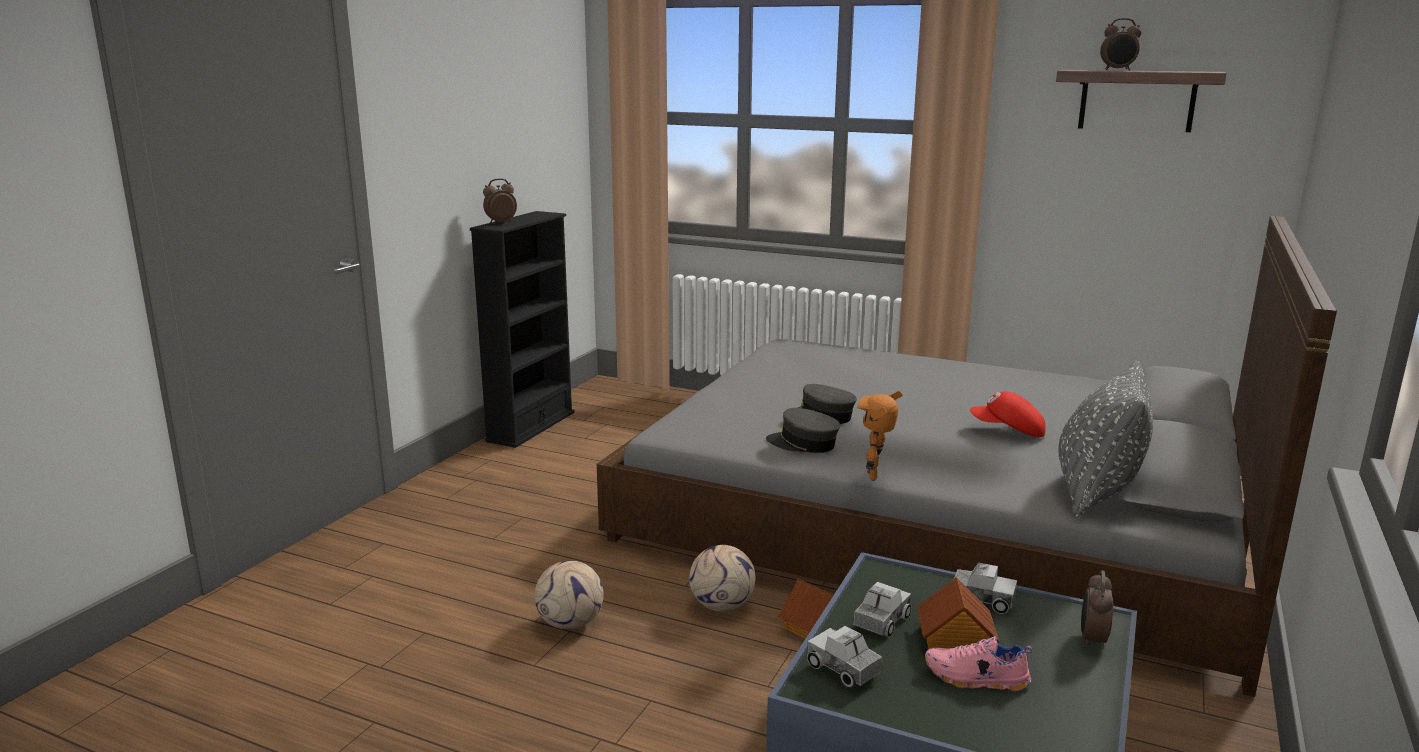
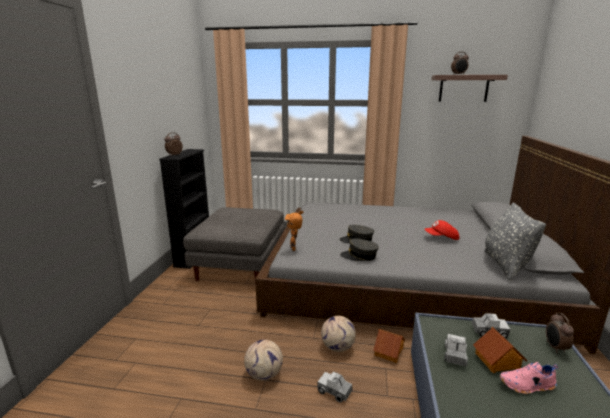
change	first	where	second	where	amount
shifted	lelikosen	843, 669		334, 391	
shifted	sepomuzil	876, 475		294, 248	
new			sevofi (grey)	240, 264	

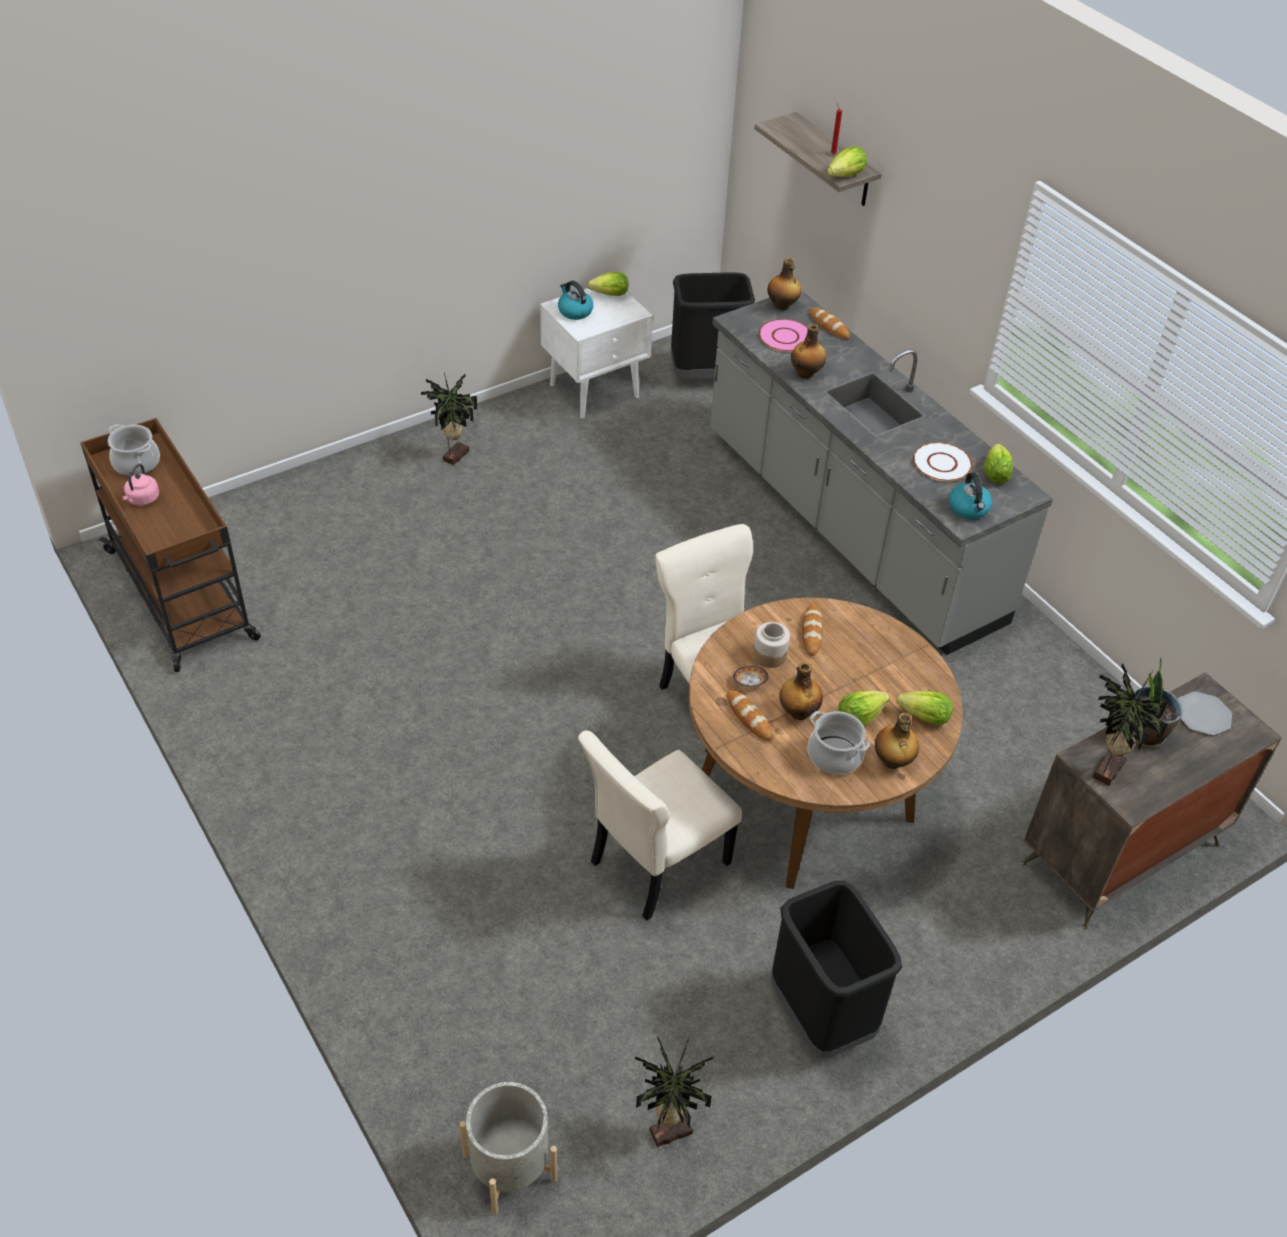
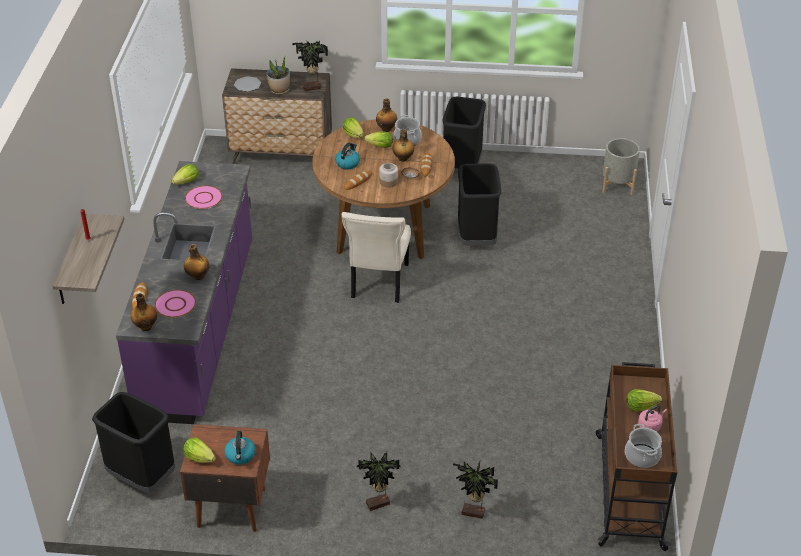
change	first	where	second	where	amount
repainted	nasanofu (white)	596, 390	nasanofu (brown)	230, 507	
swapped	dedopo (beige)	655, 865	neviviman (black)	477, 238	
shifted	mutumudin	668, 1130		473, 514	
repainted	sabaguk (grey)	849, 527	sabaguk (purple)	199, 328	
shifted	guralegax	846, 175		640, 406	
repainted	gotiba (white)	941, 463	gotiba (pink)	203, 198	
shifted	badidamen	969, 509		347, 163	

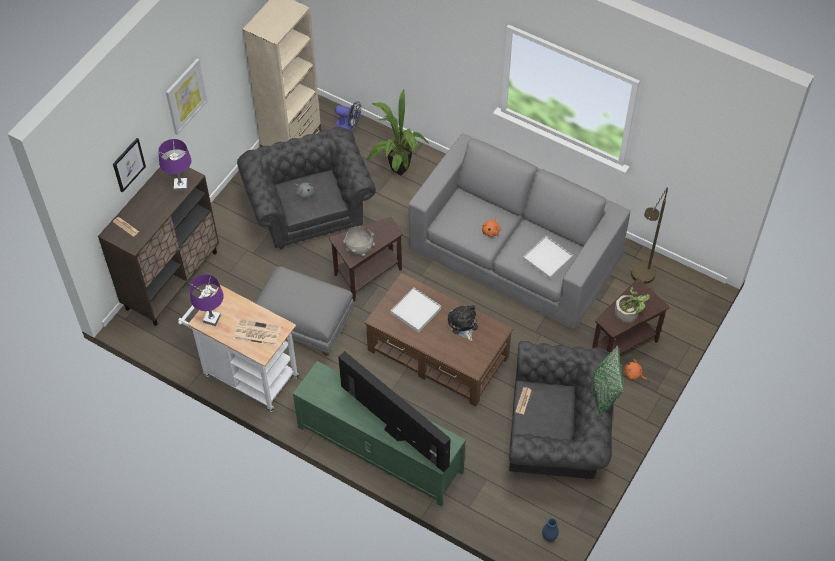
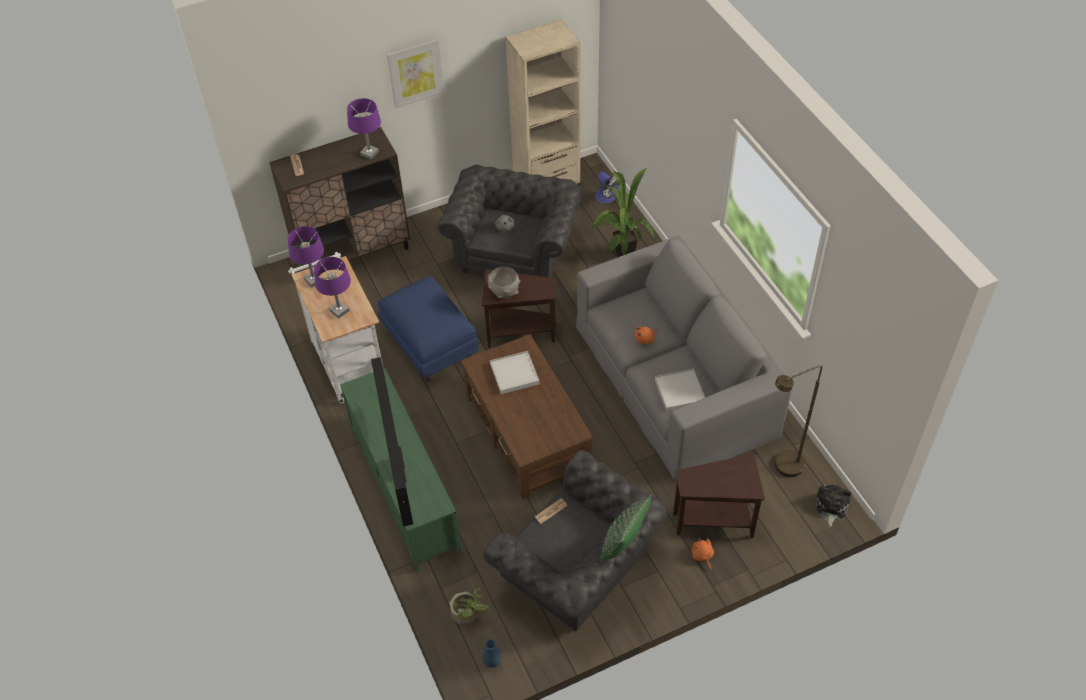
change	first	where	second	where	amount
gone	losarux	128, 164			
swapped	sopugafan	256, 333	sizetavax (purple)	339, 311	
repainted	sevofi (grey)	304, 324	sevofi (blue)	430, 345	
shifted	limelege	463, 325		831, 506	
shifted	mutumudin	629, 312		468, 614	

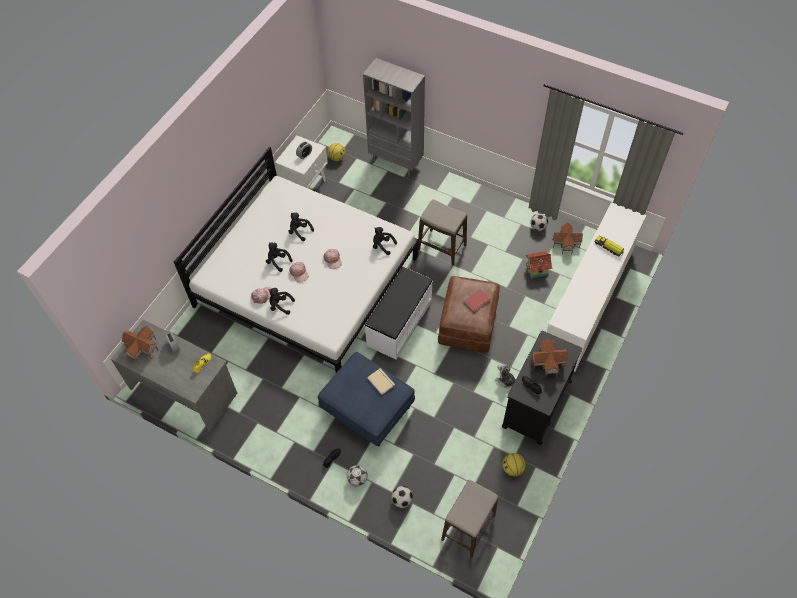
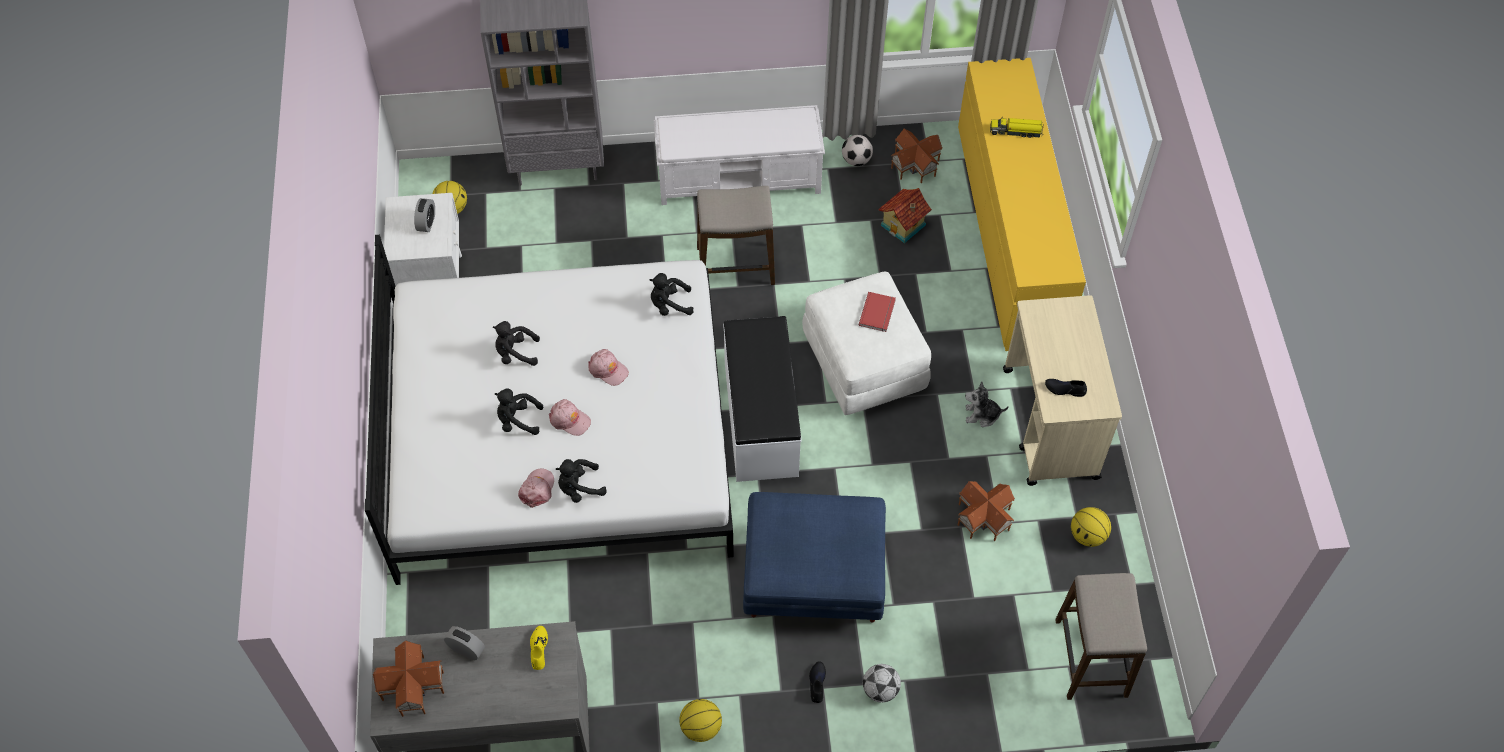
change	first	where	second	where	amount
gone	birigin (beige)	381, 381			
gone	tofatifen	402, 500			
repainted	sevofi (brown)	468, 324	sevofi (white)	865, 362	
repainted	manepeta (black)	536, 404	manepeta (beige)	1050, 424	
shifted	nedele	547, 363		983, 518	
repainted	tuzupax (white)	588, 302	tuzupax (yellow)	1010, 234	
new			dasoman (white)	740, 178	
new			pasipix	700, 728	

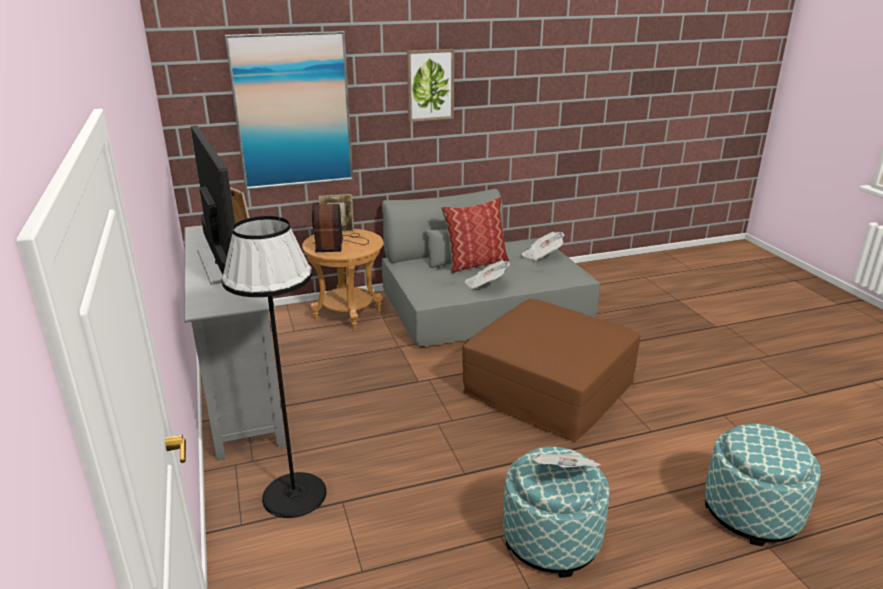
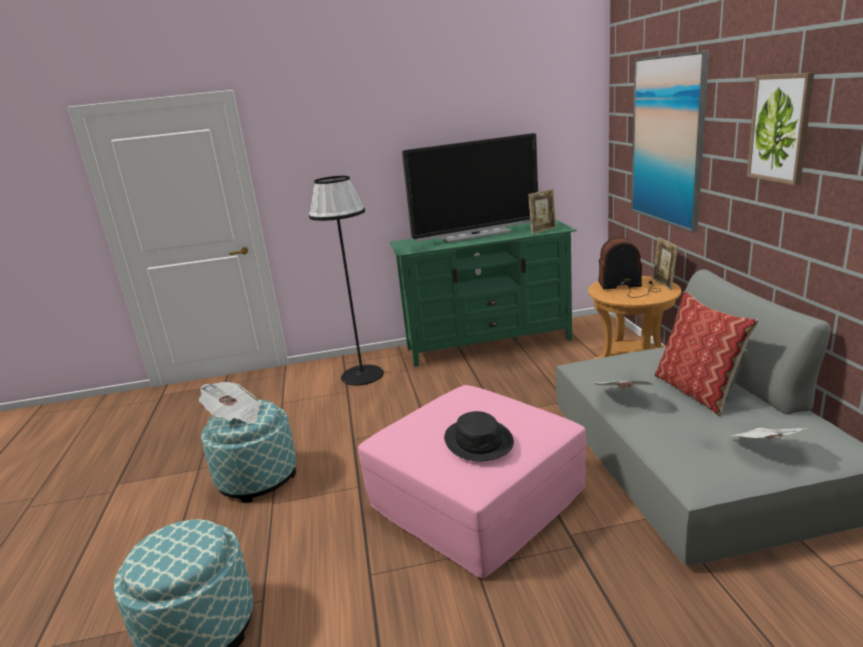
change	first	where	second	where	amount
repainted	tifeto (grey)	242, 391	tifeto (green)	488, 343	
repainted	sevofi (brown)	547, 388	sevofi (pink)	476, 497	
new			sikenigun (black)	479, 441	

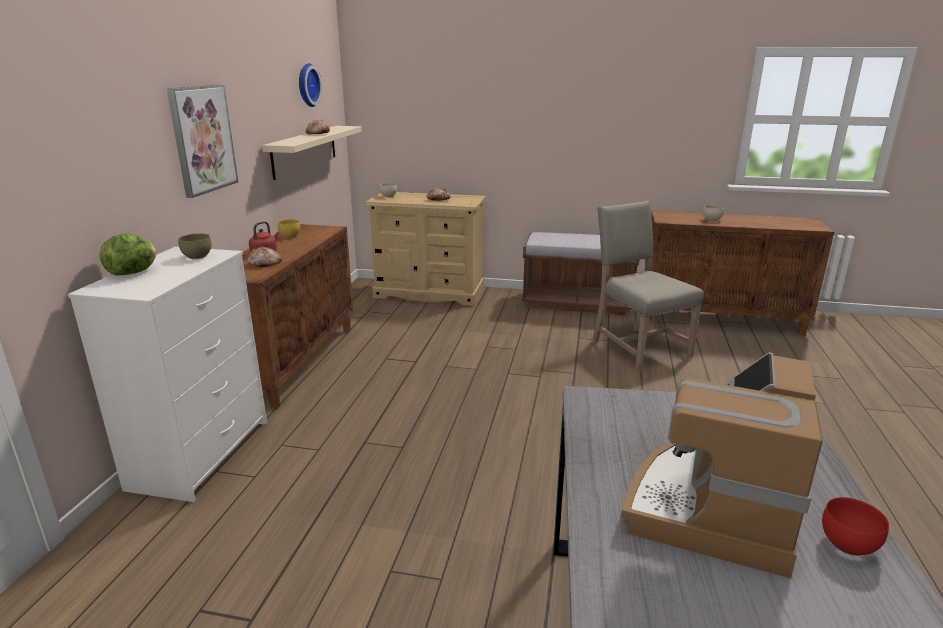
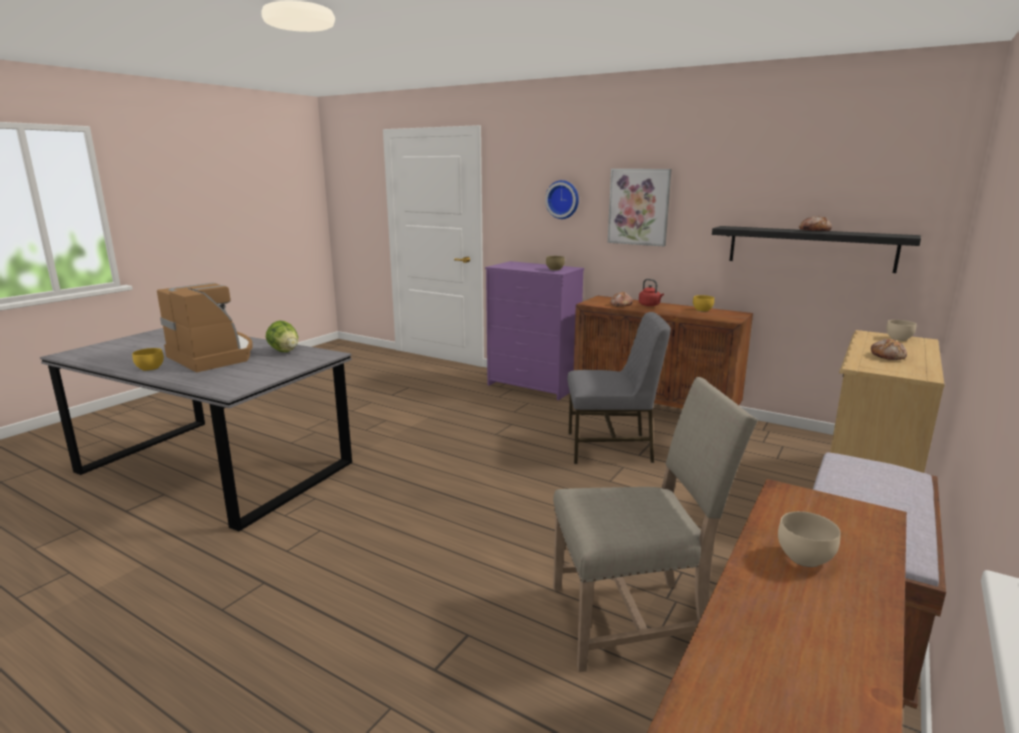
change	first	where	second	where	amount
repainted	tuzupax (white)	201, 453	tuzupax (purple)	534, 386	
shifted	guralegax	133, 273		284, 351	
repainted	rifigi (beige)	305, 151	rifigi (black)	810, 248	
shifted	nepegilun	306, 85		563, 199	
repainted	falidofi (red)	850, 546	falidofi (yellow)	149, 368	
new			dedopo (grey)	611, 448	

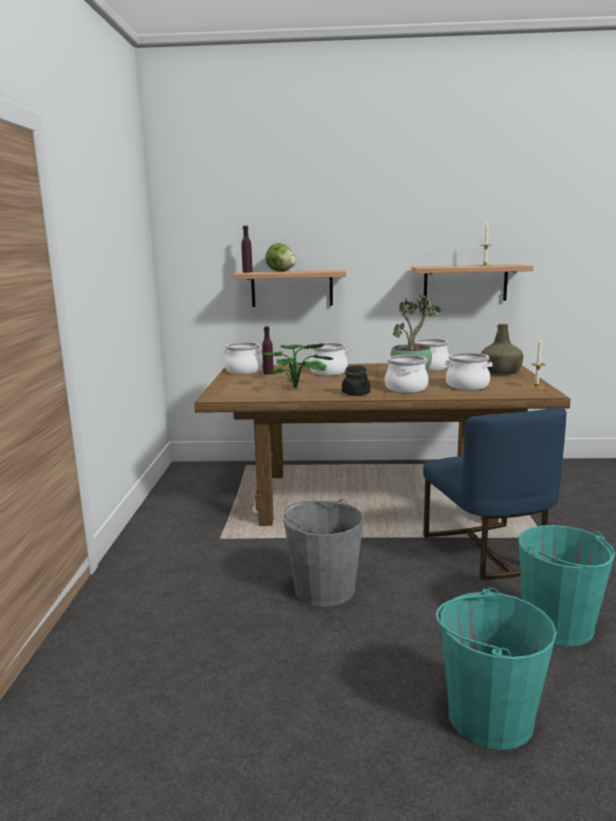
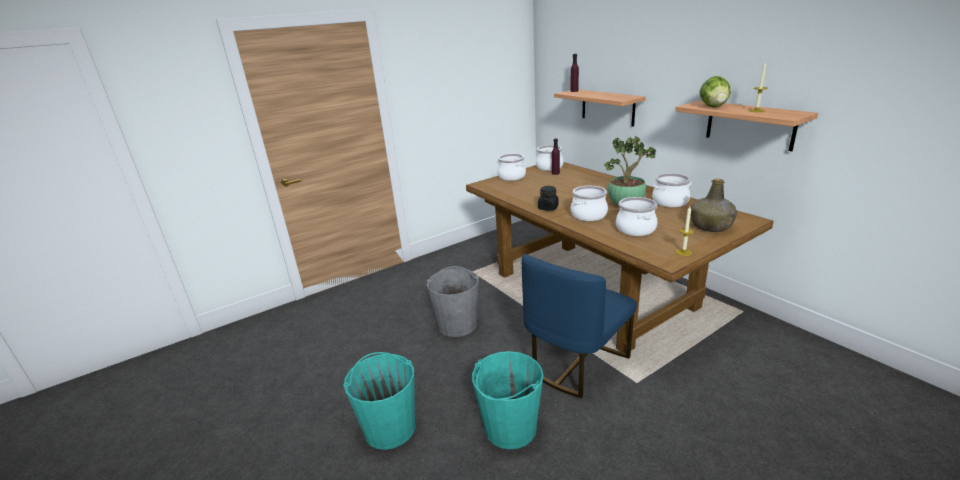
change	first	where	second	where	amount
gone	mutumudin	299, 387			
shifted	guralegax	281, 271		713, 107	
shifted	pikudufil	328, 372		512, 176	

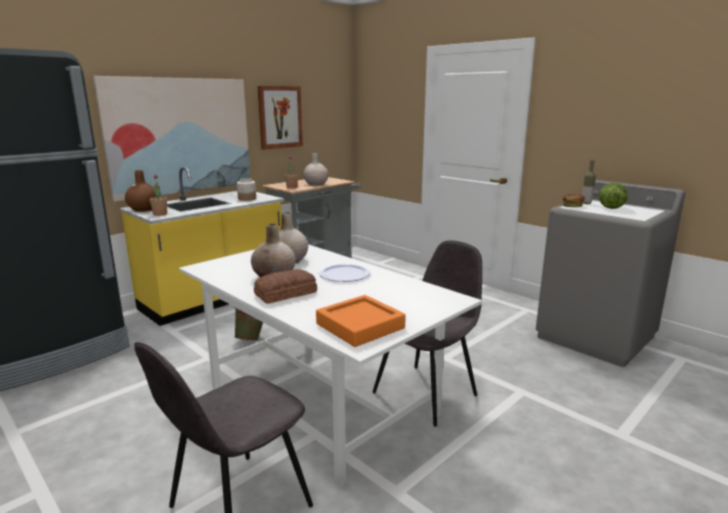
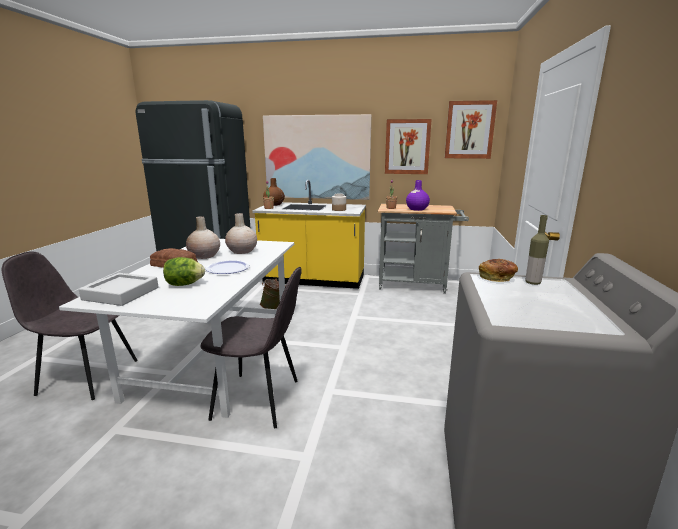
change	first	where	second	where	amount
repainted	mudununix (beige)	315, 184	mudununix (purple)	416, 209	
repainted	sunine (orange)	360, 326	sunine (grey)	121, 293	
shifted	guralegax	610, 208		184, 284	
new			losarux	469, 130	

